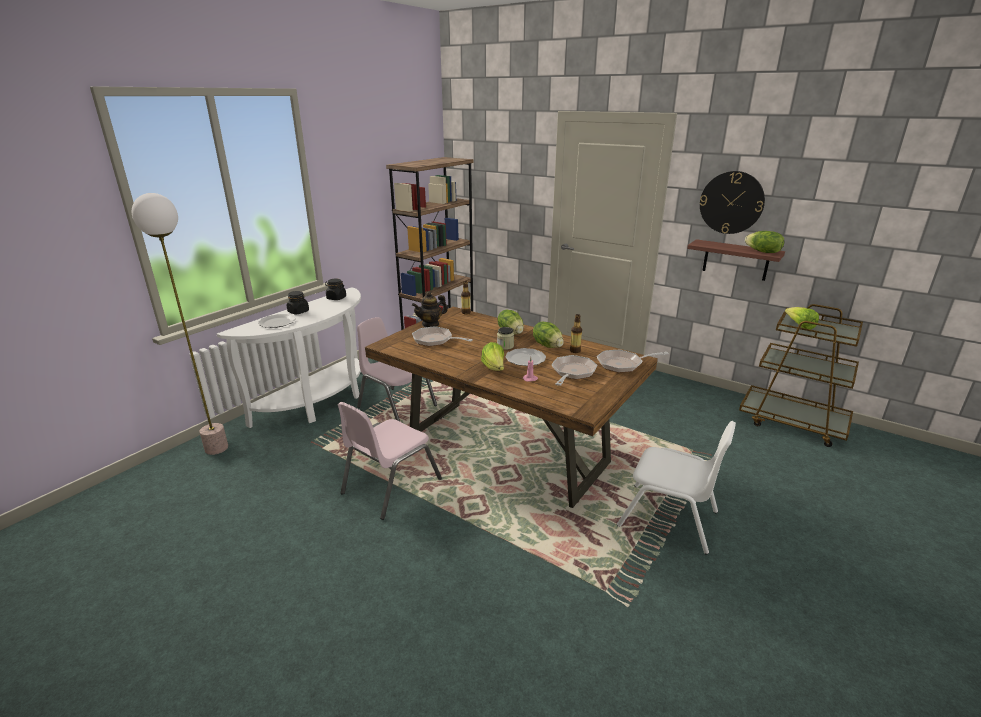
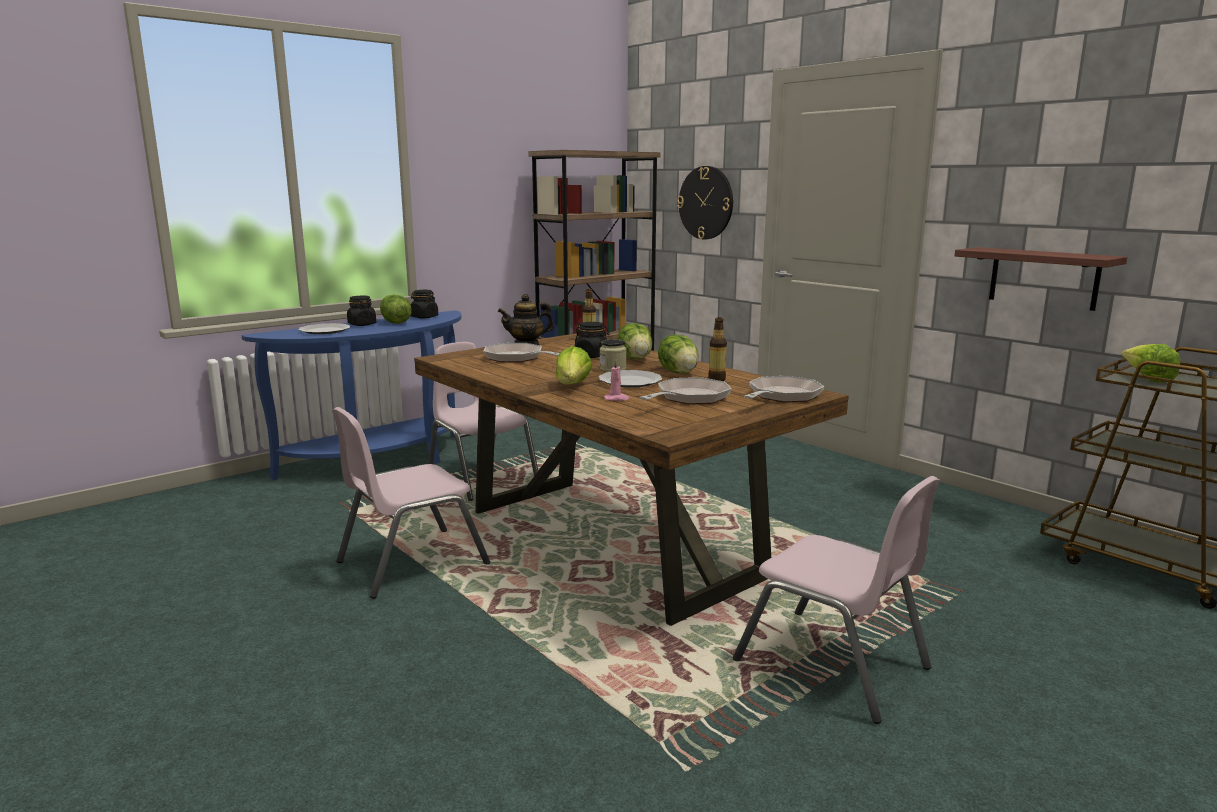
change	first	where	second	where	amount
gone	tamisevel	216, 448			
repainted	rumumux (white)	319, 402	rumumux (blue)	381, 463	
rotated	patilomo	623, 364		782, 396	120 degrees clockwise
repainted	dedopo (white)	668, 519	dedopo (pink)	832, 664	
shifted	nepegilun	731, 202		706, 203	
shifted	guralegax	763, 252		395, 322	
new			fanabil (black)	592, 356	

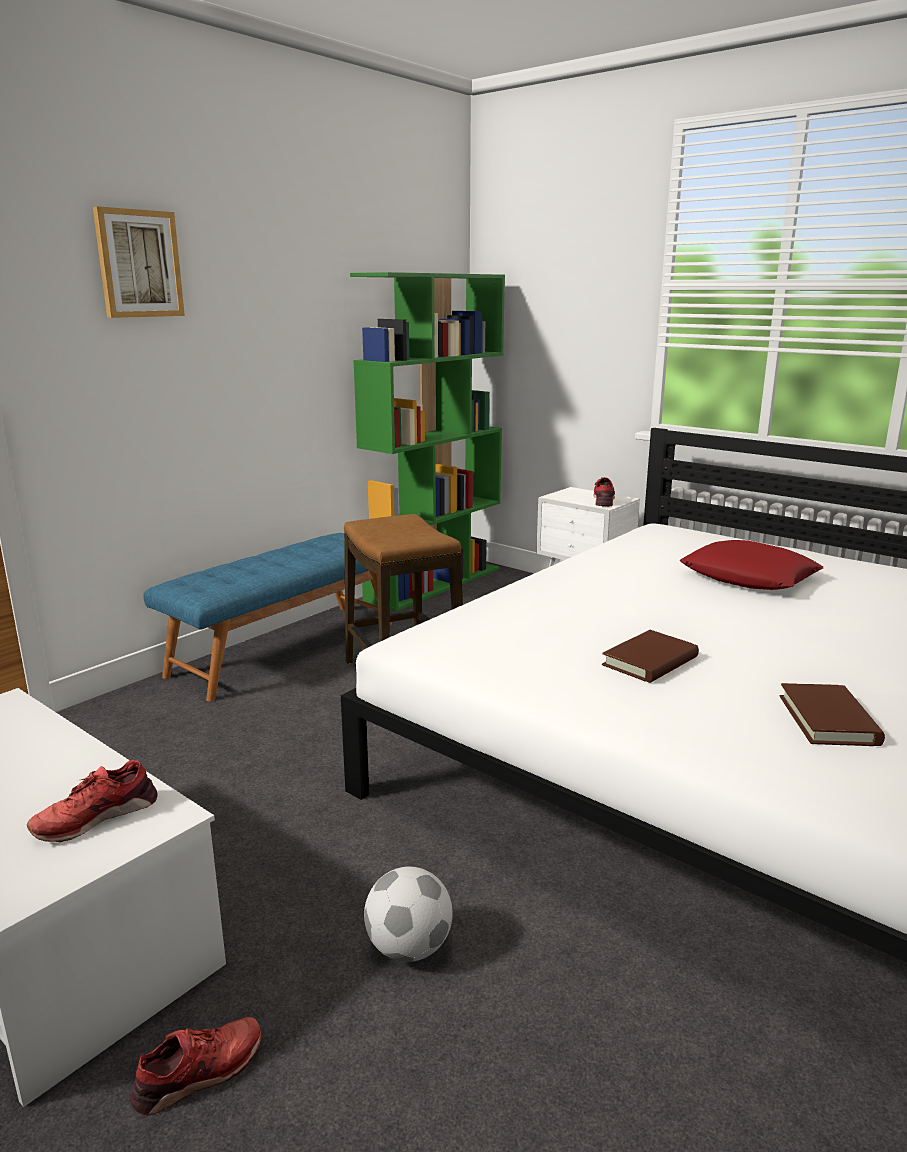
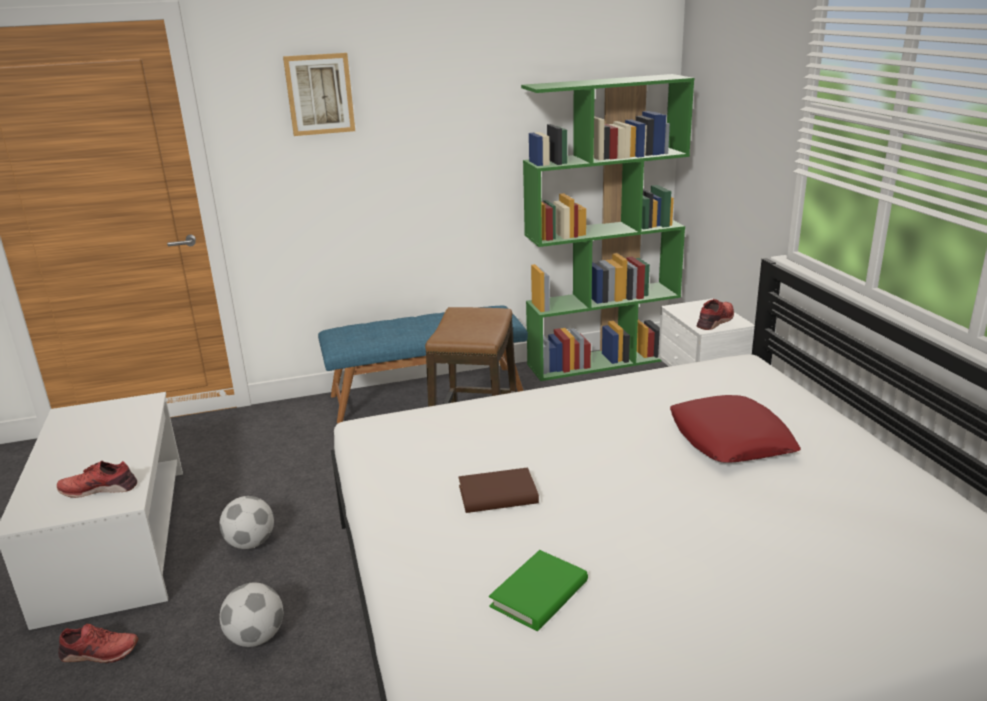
change	first	where	second	where	amount
repainted	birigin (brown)	828, 720	birigin (green)	539, 594	
new			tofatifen	250, 543	

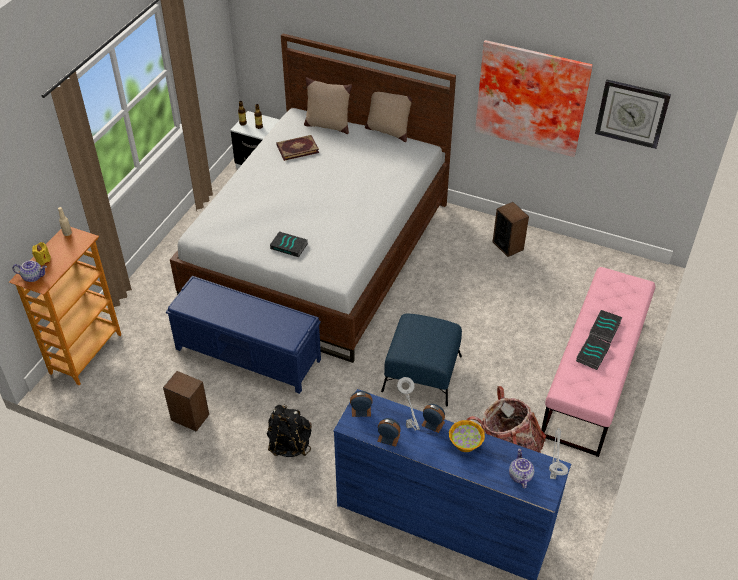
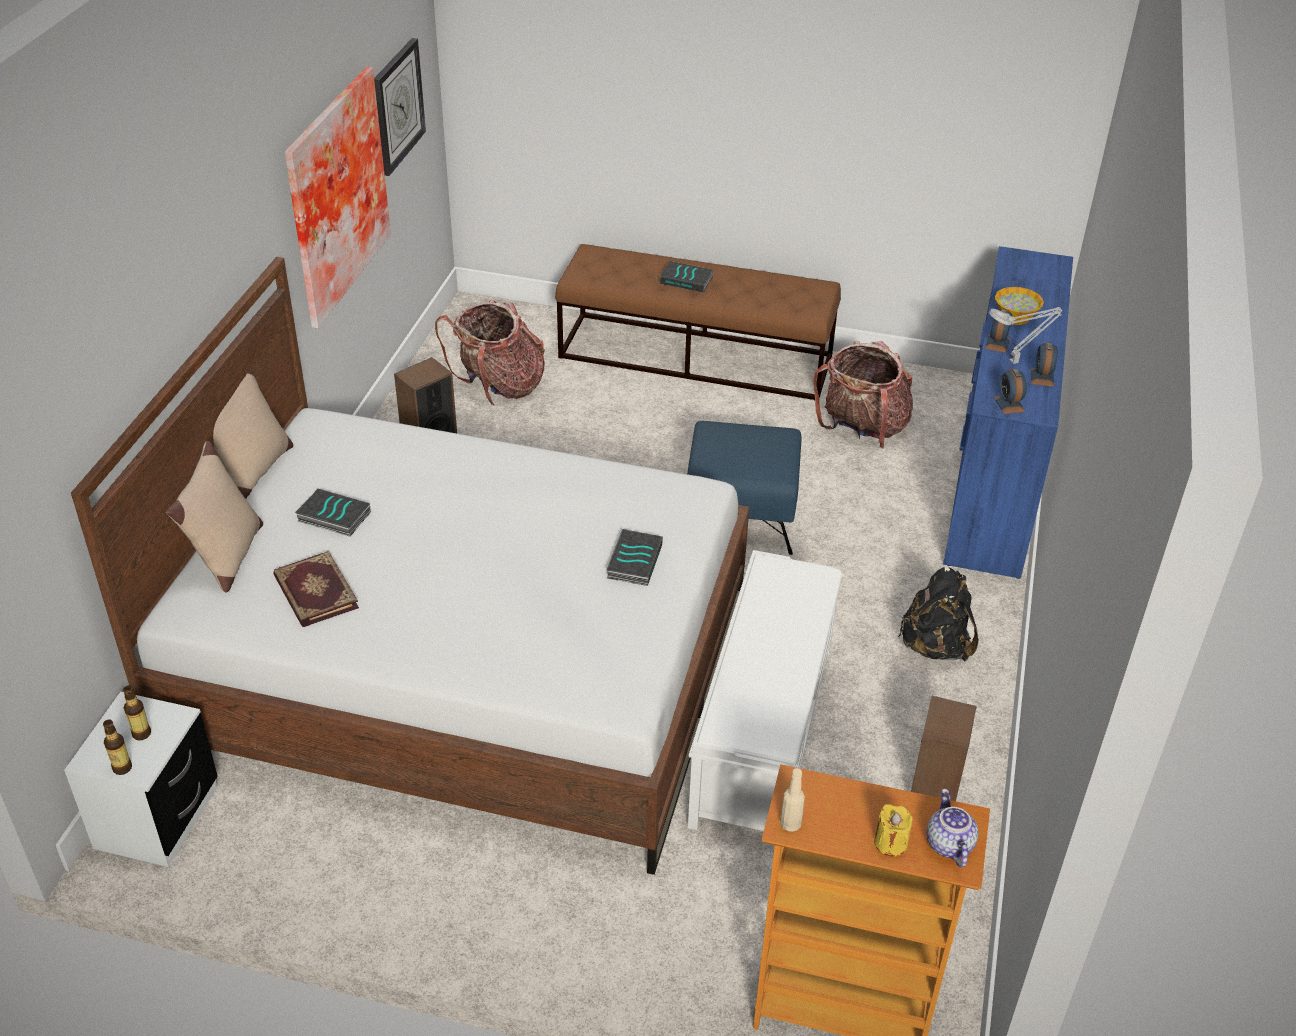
change	first	where	second	where	amount
repainted	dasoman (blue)	249, 354	dasoman (white)	763, 731	
gone	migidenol	519, 476			
repainted	dasoman (pink)	593, 376	dasoman (brown)	696, 356	
gone	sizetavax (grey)	552, 475			
shifted	birigin	592, 354		333, 517	
new			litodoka	499, 387	

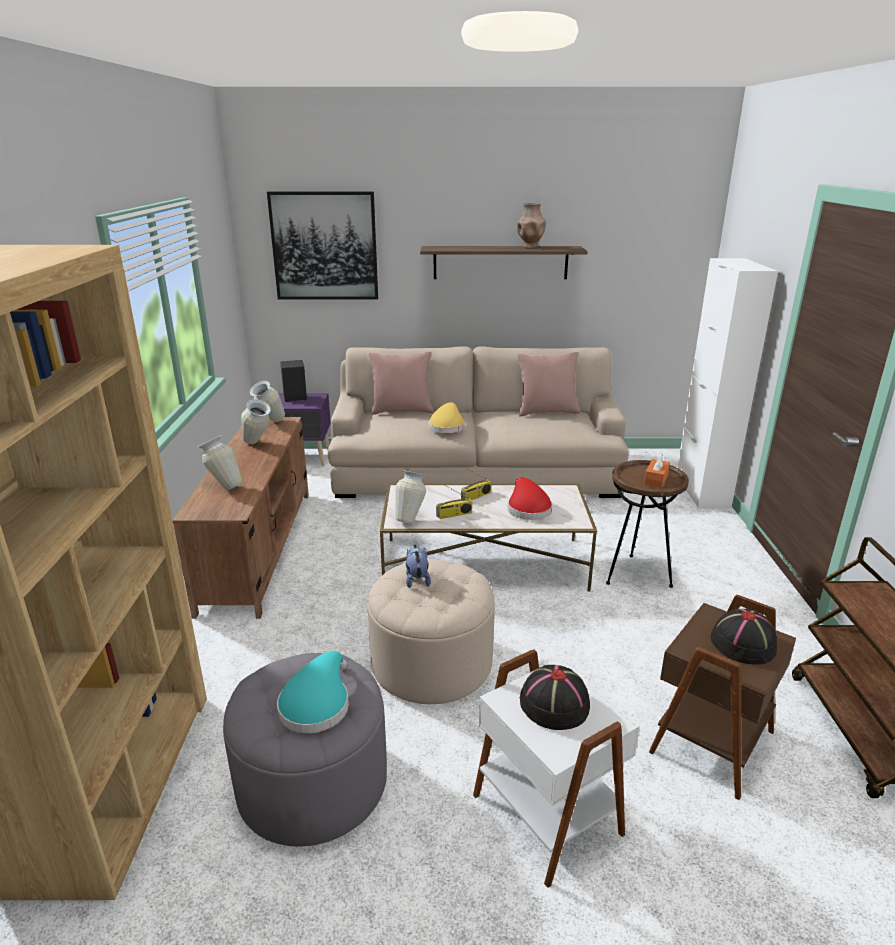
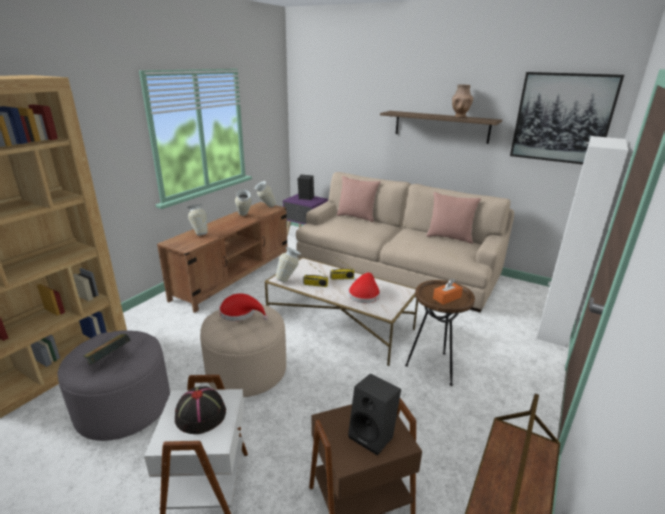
change	first	where	second	where	amount
shifted	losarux	324, 246		562, 118	
swapped	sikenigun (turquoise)	317, 704	birigin	109, 359	
swapped	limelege	417, 579	sikenigun (red)	241, 313	
gone	sikenigun (yellow)	447, 426			
swapped	sikenigun (black)	743, 643	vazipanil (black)	373, 435	

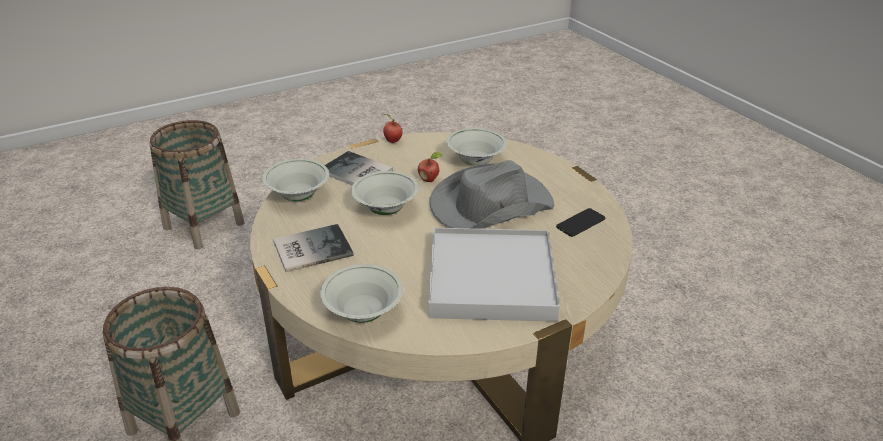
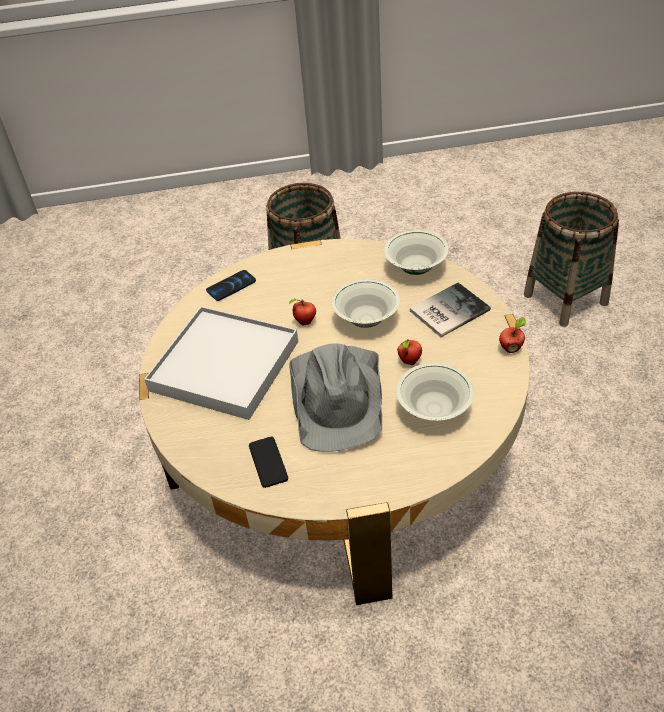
change	first	where	second	where	amount
gone	birigin	310, 248			
swapped	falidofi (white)	363, 313	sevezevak	231, 286	
new			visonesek	304, 322	

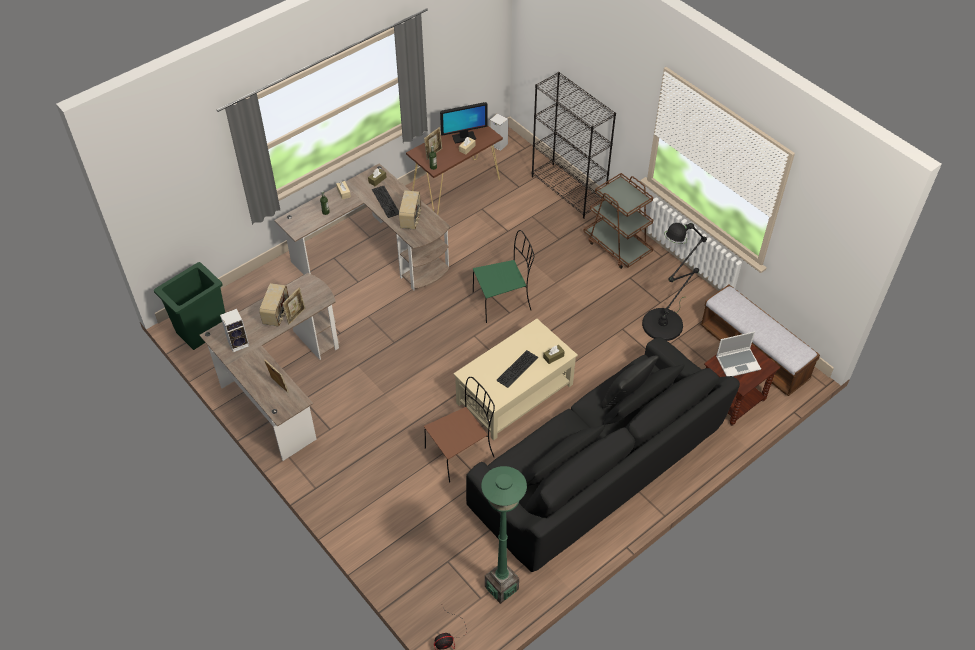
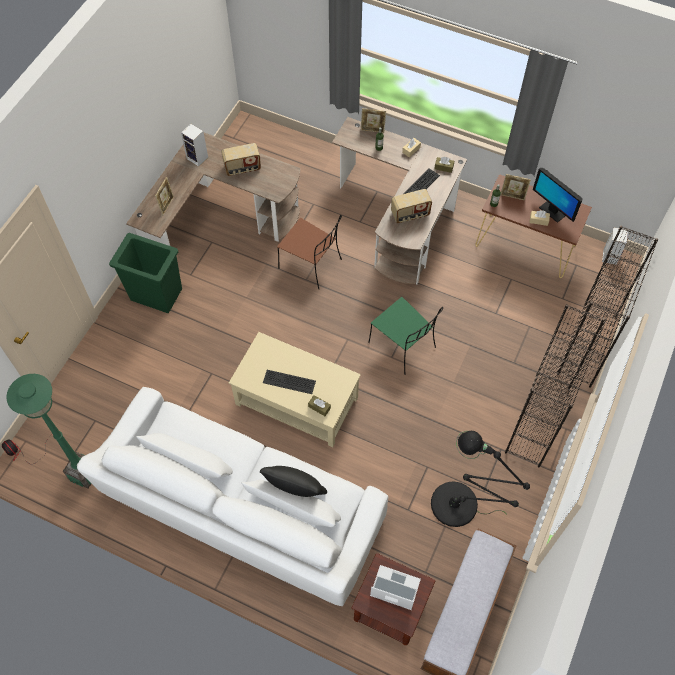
change	first	where	second	where	amount
shifted	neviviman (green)	201, 330		156, 294	
shifted	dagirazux	296, 316		372, 130	
shifted	dedopo (brown)	461, 452		311, 264	
repainted	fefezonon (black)	598, 470	fefezonon (white)	241, 509	
swapped	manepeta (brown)	617, 246	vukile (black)	537, 421	
rotated	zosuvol	738, 363		394, 588	150 degrees clockwise

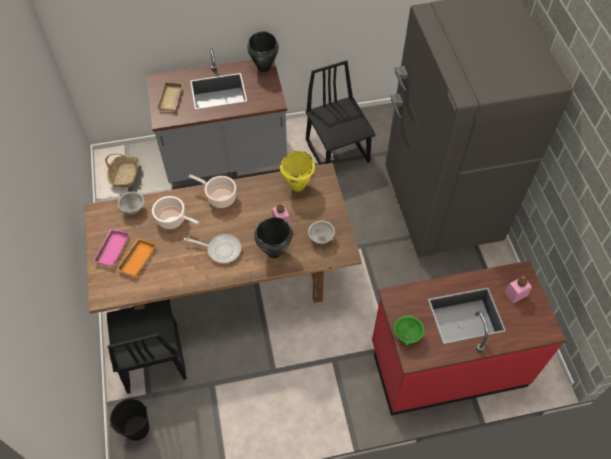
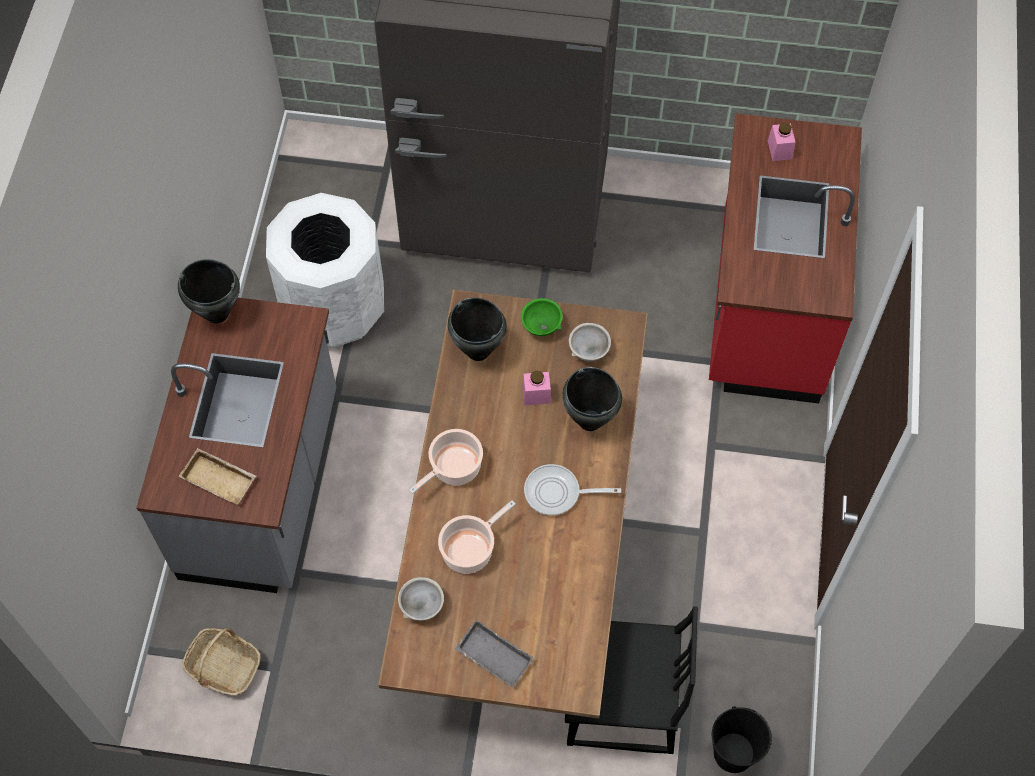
change	first	where	second	where	amount
repainted	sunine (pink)	111, 249	sunine (grey)	492, 657	
gone	sunine (orange)	136, 258			
rotated	patilomo	221, 250		557, 493	120 degrees counterclockwise
repainted	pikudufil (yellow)	297, 186	pikudufil (black)	478, 351	
swapped	dedopo (black)	338, 151	neviviman (white)	334, 308	
shifted	falidofi (green)	406, 335		541, 326	

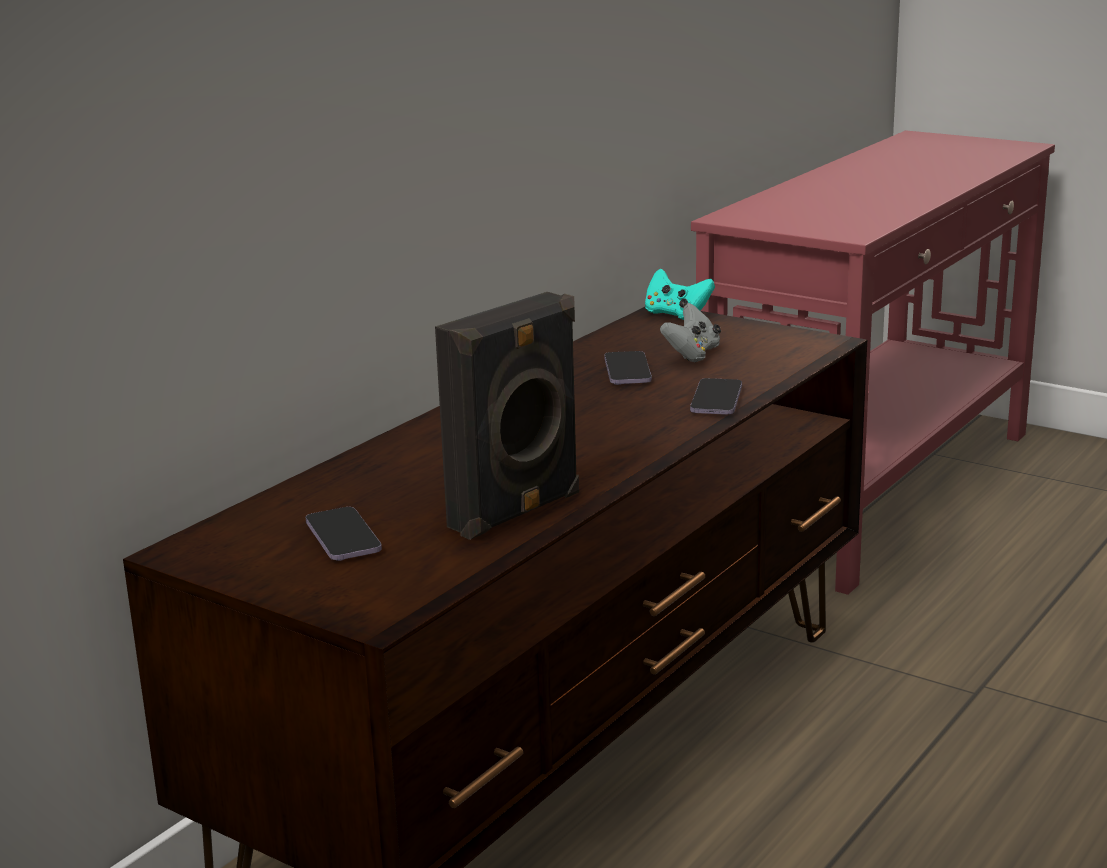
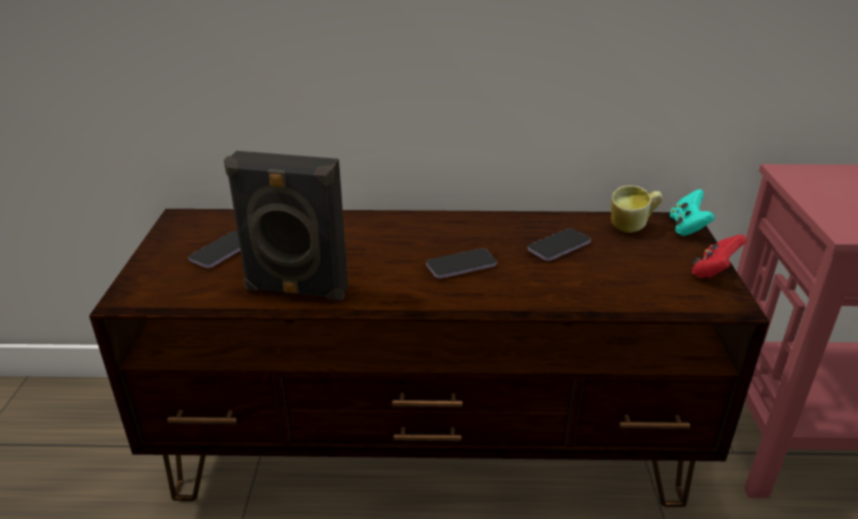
change	first	where	second	where	amount
gone	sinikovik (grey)	692, 354			
shifted	sevezevak	716, 400		461, 266	
new			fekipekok	632, 228	
new			sinikovik (red)	713, 272	

